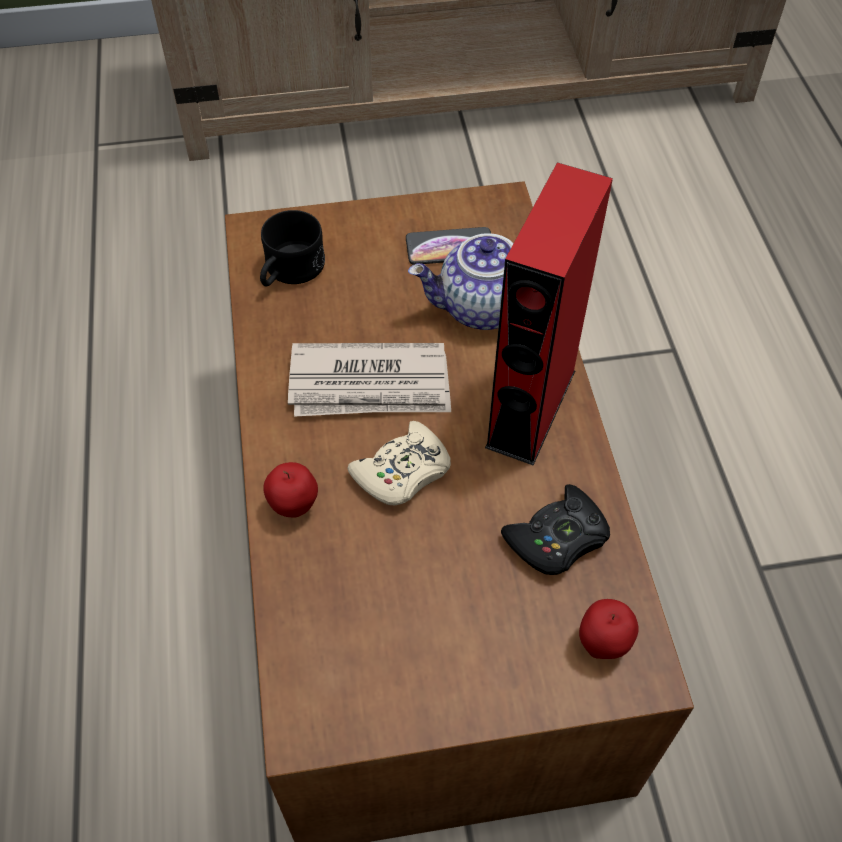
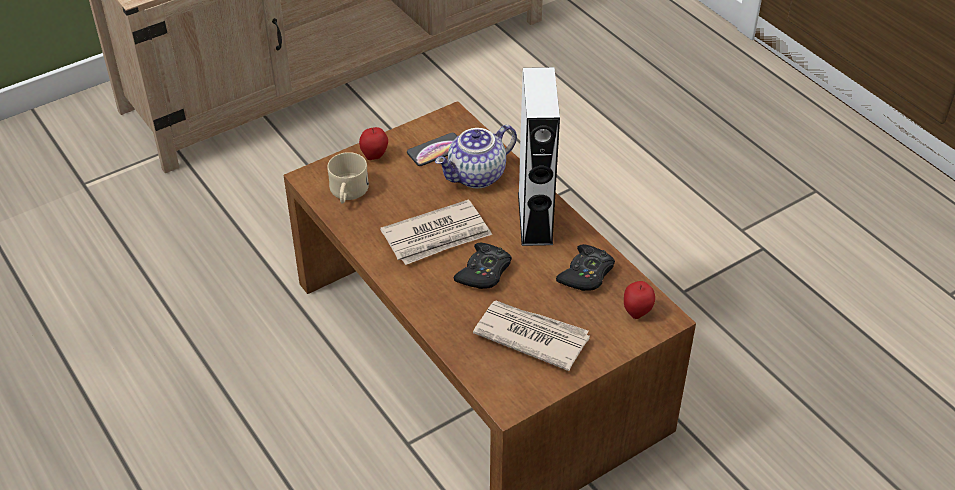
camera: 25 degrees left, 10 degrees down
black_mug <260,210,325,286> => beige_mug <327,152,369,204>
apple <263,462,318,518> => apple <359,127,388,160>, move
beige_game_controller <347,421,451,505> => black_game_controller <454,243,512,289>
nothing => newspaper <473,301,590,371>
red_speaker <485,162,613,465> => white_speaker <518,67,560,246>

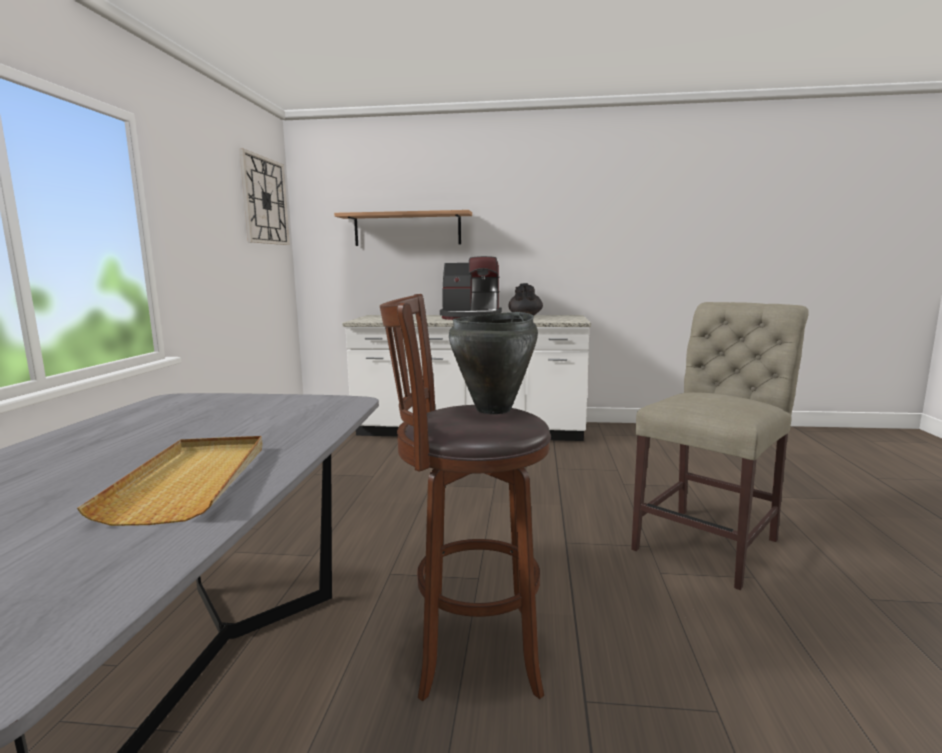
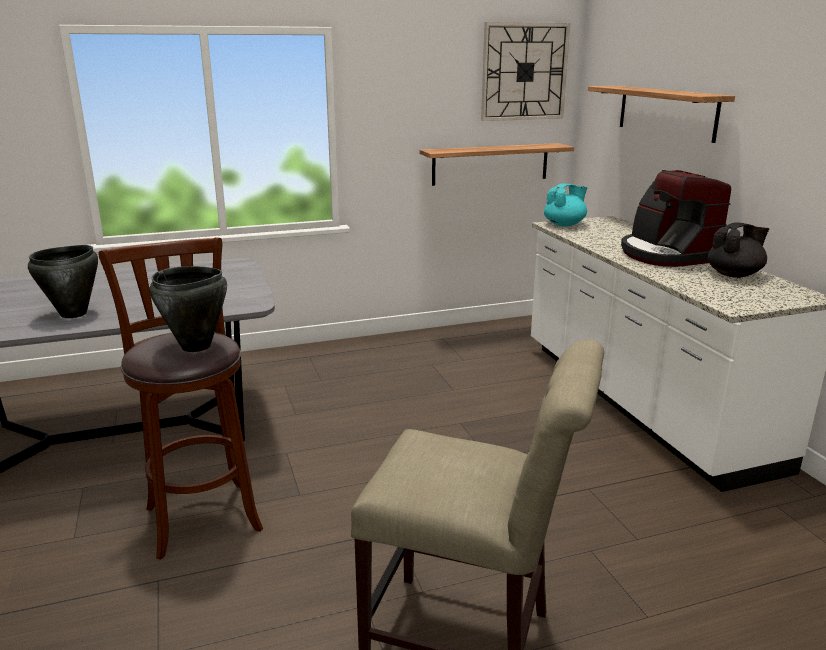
camera: 65 degrees right, 10 degrees up
beige_tray <77,436,262,526> => black_cooking_pot <28,245,98,318>
nothing => shelf <419,143,574,186>
nothing => turquoise_teapot <544,184,587,227>

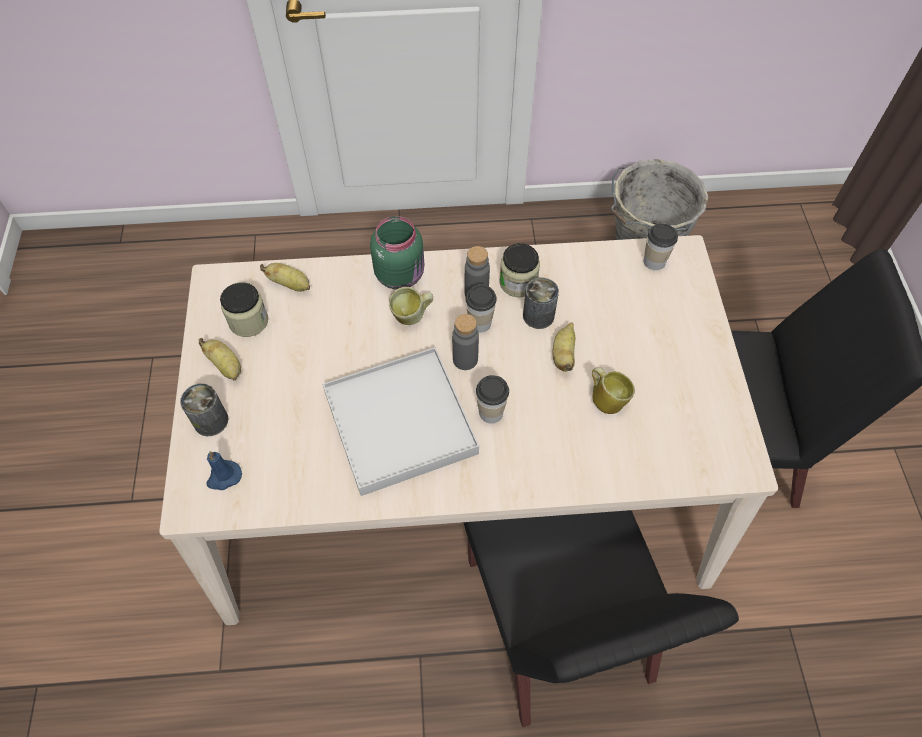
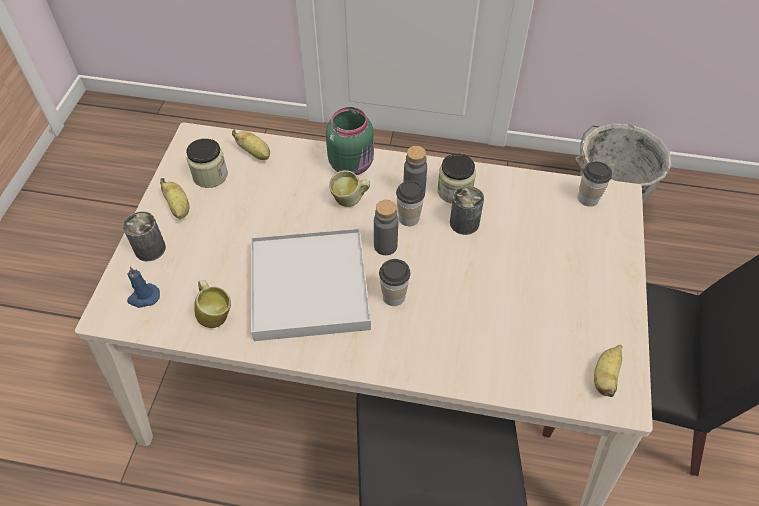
camera: 15 degrees right, 5 degrees down
mug <592,367,635,414> => mug <194,280,231,328>, move
banana <552,323,575,372> => banana <594,345,623,397>, move

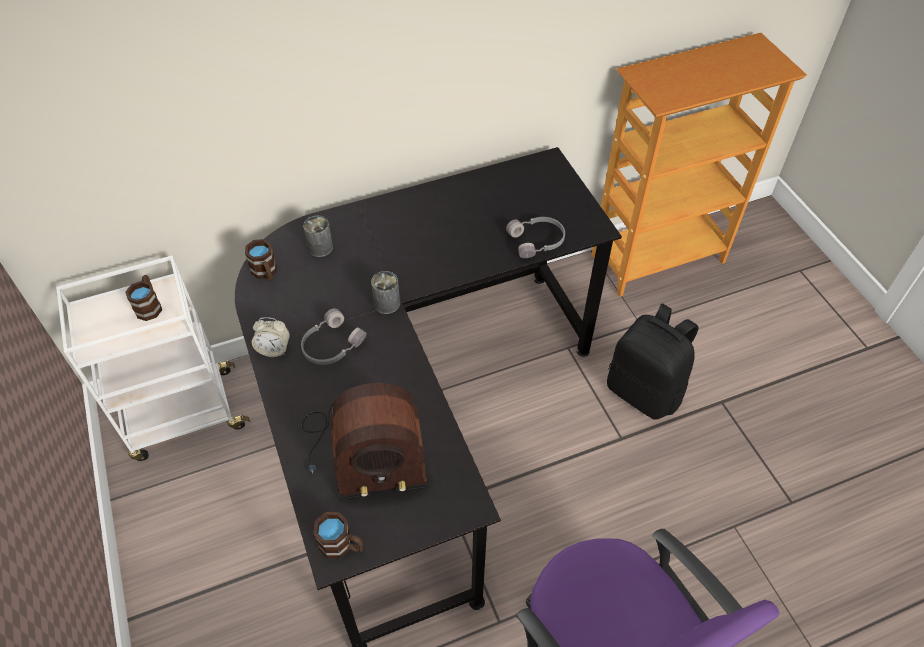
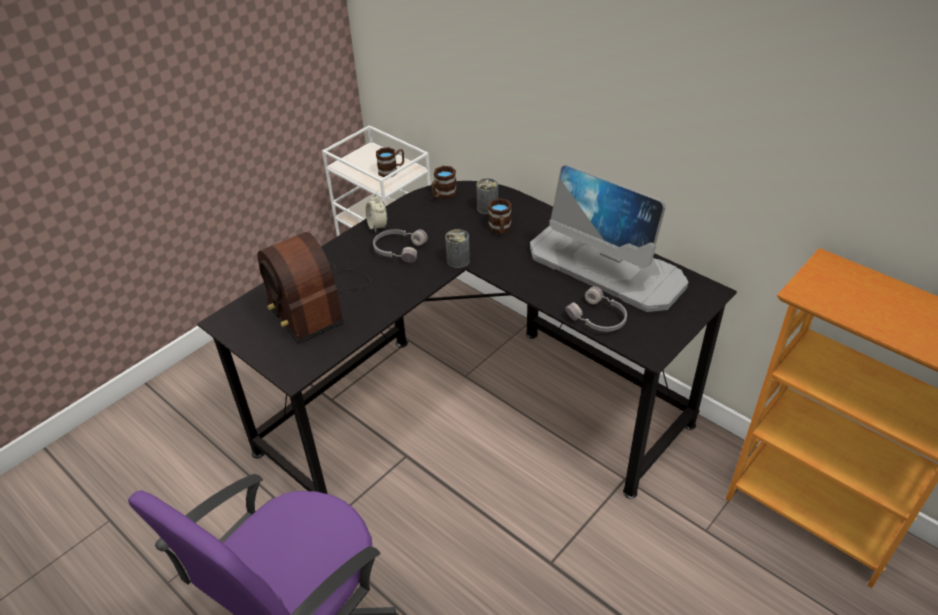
camera: 65 degrees right, 10 degrees down
brown_mug <313,512,363,558> => brown_mug <488,198,512,235>, move
nothing => monitor <530,164,688,312>
black_backpack <607,304,699,420> => nothing

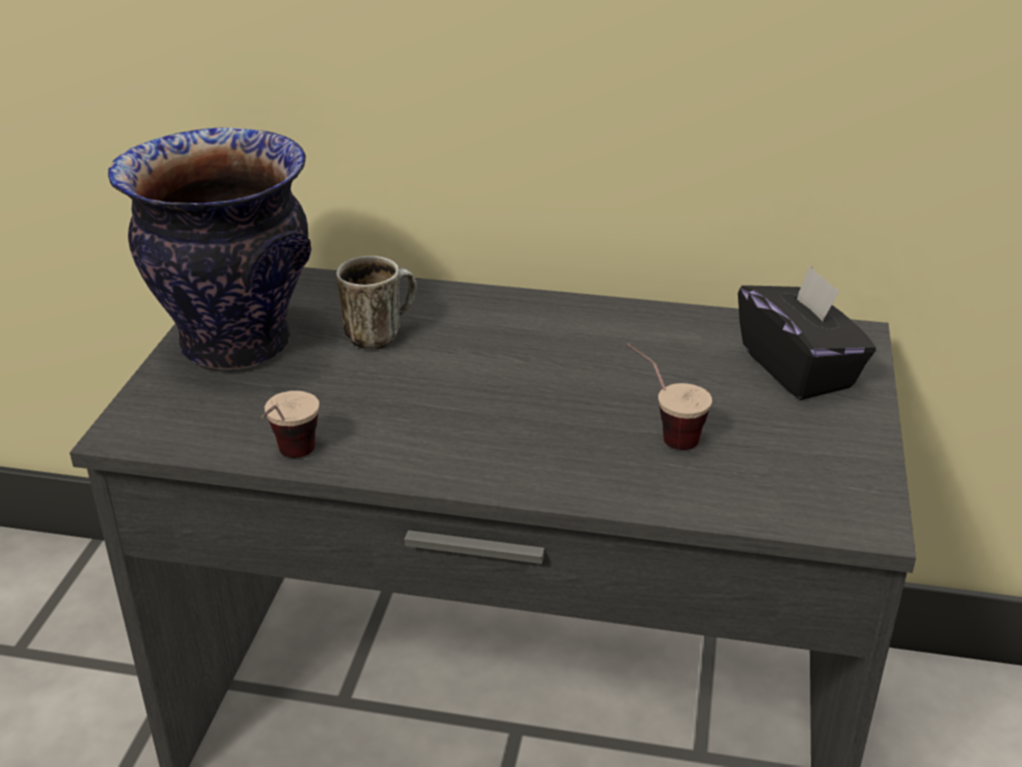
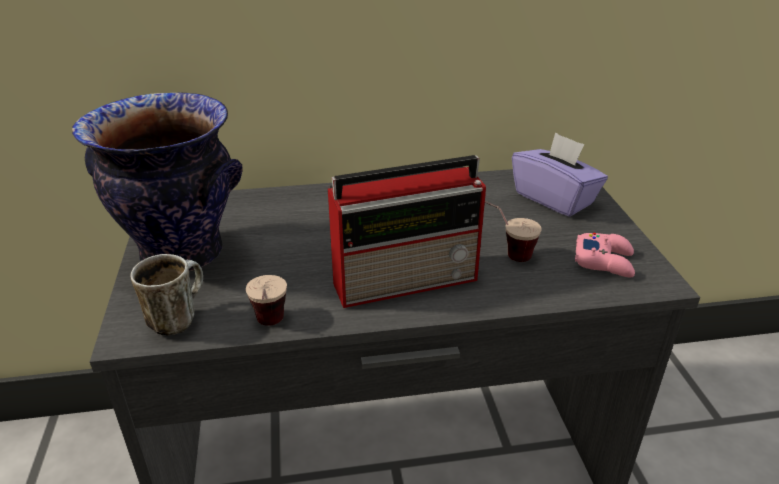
camera: 20 degrees left, 0 degrees up
mug <336,256,417,349> => mug <130,254,203,336>, move
nothing => radio <328,155,486,308>
black_tissue_box <738,265,876,400> => purple_tissue_box <512,132,608,217>
nothing => pink_game_controller <575,233,635,277>

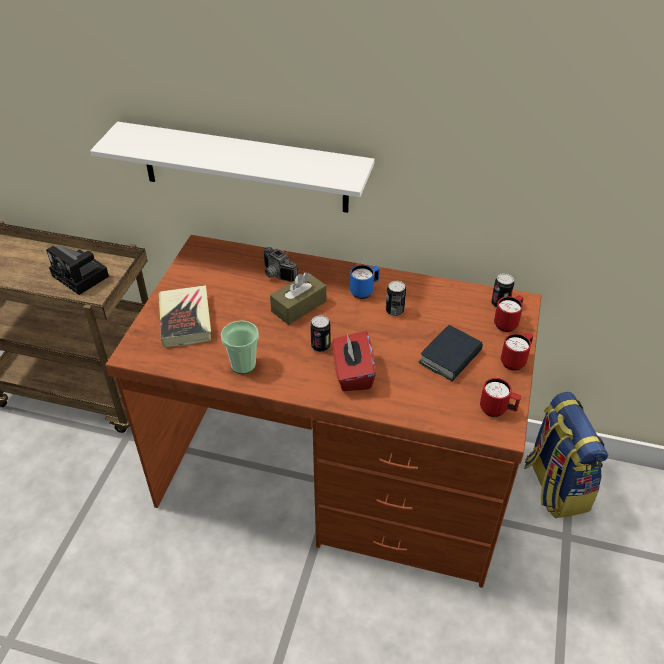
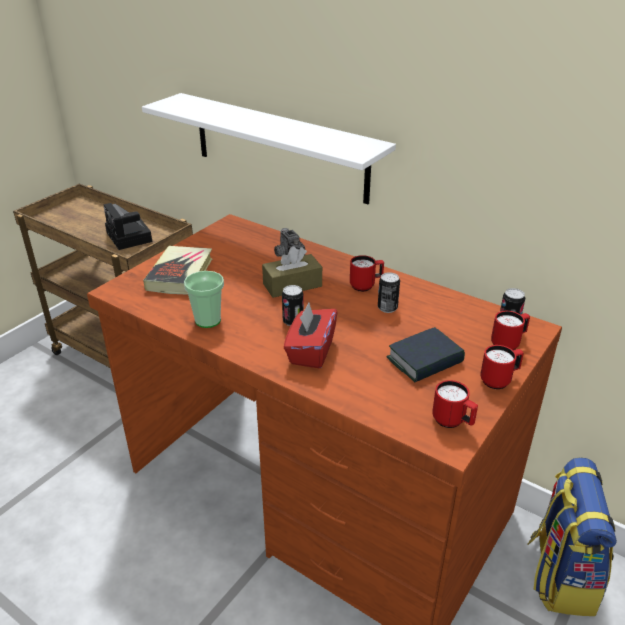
camera: 20 degrees right, 10 degrees down
blue_mug <350,265,380,299> => red_mug <350,255,384,292>

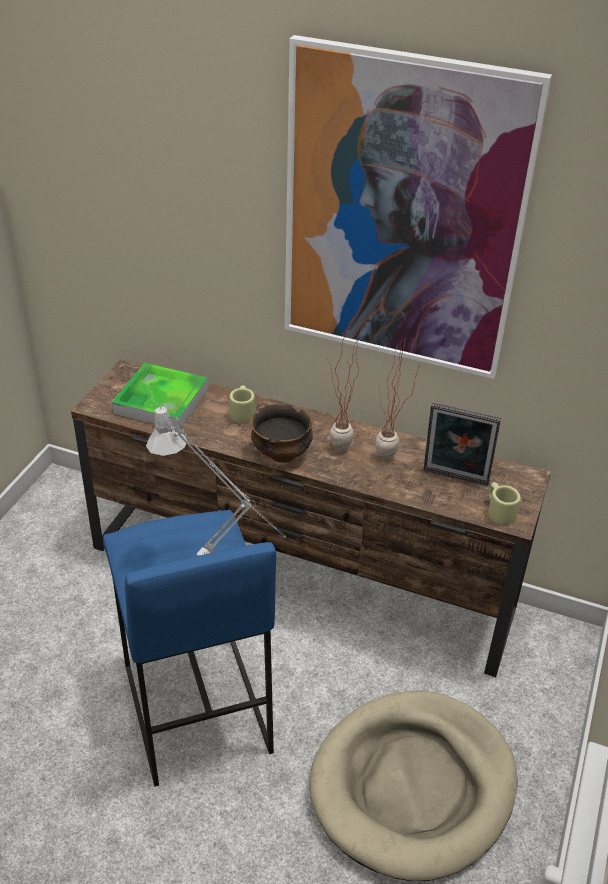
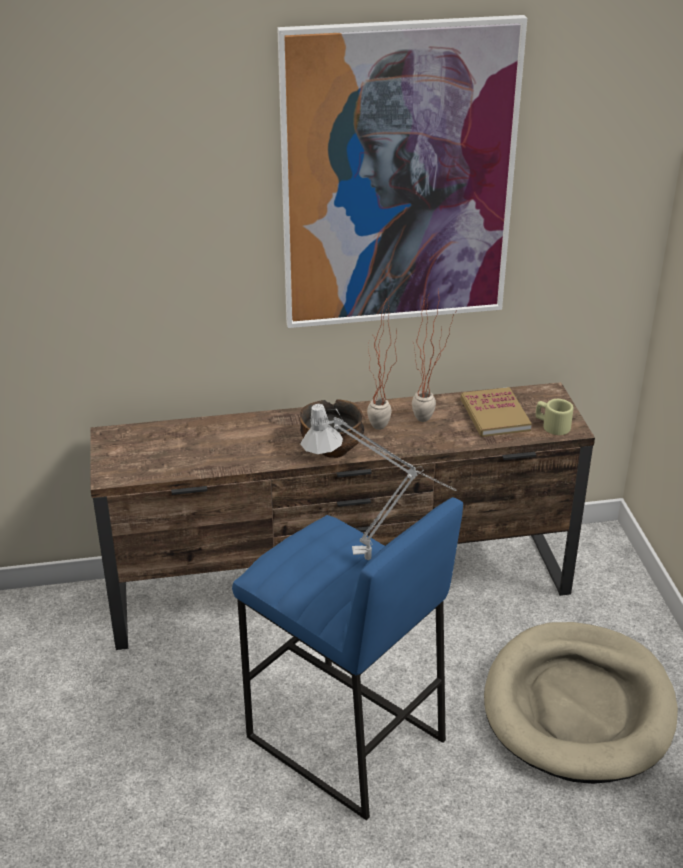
camera: 30 degrees left, 5 degrees down
picture_frame <423,403,501,486> => book <461,387,532,437>
tray <112,363,209,427> => nothing
beige_mug <230,385,255,423> => nothing

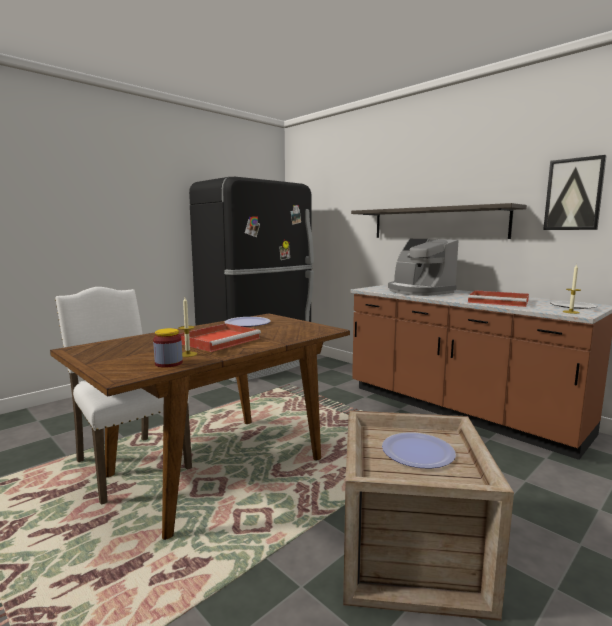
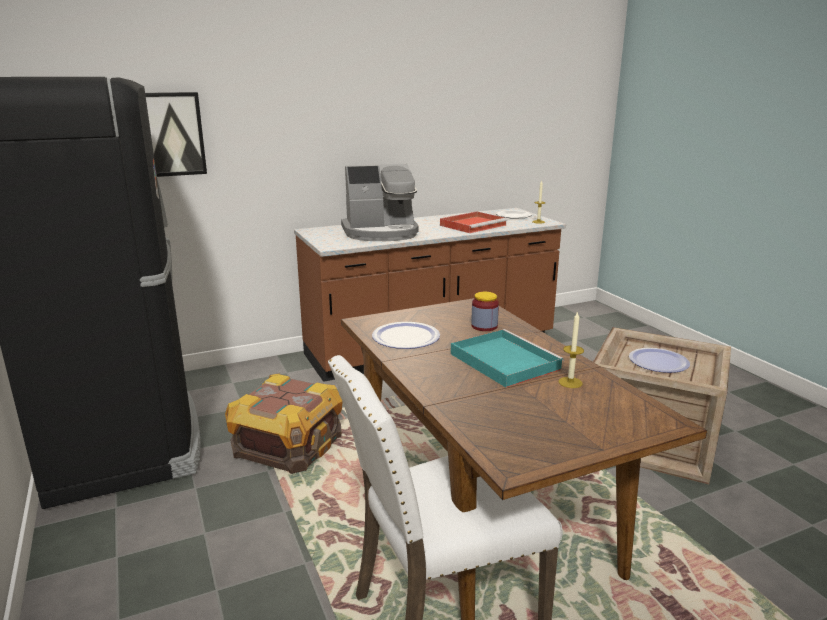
camera: 70 degrees left, 10 degrees up
picture <543,155,607,230> => picture <145,92,207,177>, move
nothing => crate <225,374,343,474>
red_tray <179,323,261,352> => turquoise_tray <451,329,564,388>
jar <153,328,183,368> => jar <471,292,499,331>, move
shelf <351,203,527,239> => nothing

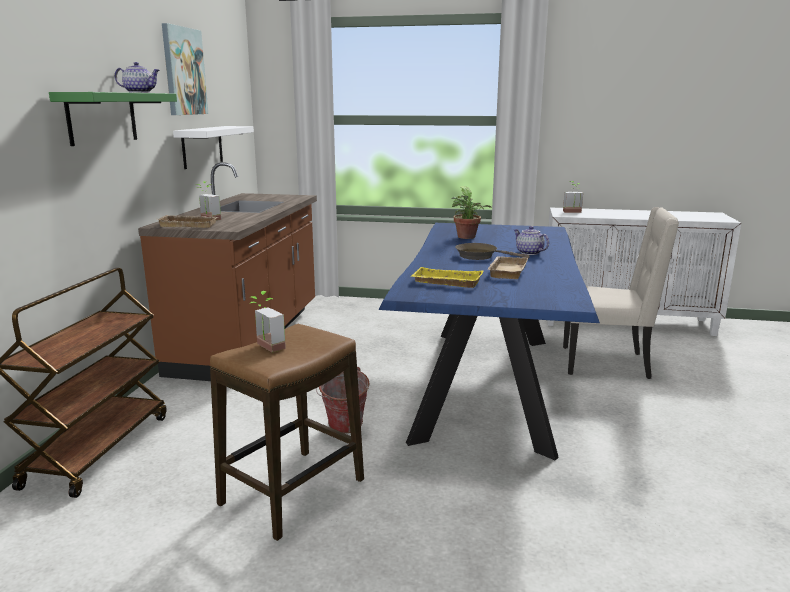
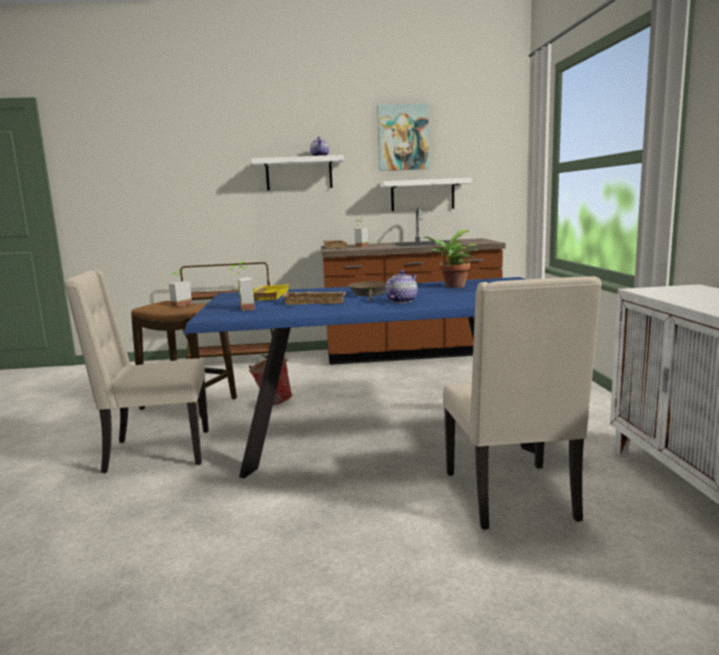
camera: 75 degrees right, 5 degrees down
nothing => beige_chair <65,270,209,473>
potted_plant <563,181,583,213> => potted_plant <229,262,255,311>, move
green_shelf <49,92,177,146> => white_shelf <251,155,344,191>

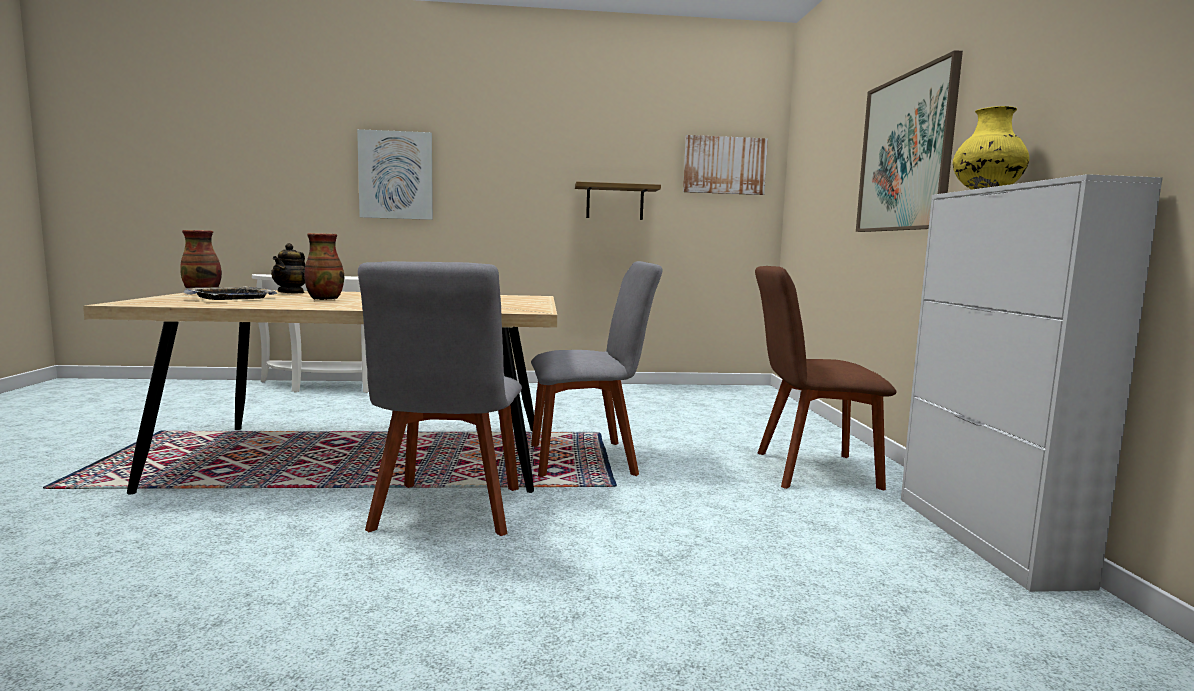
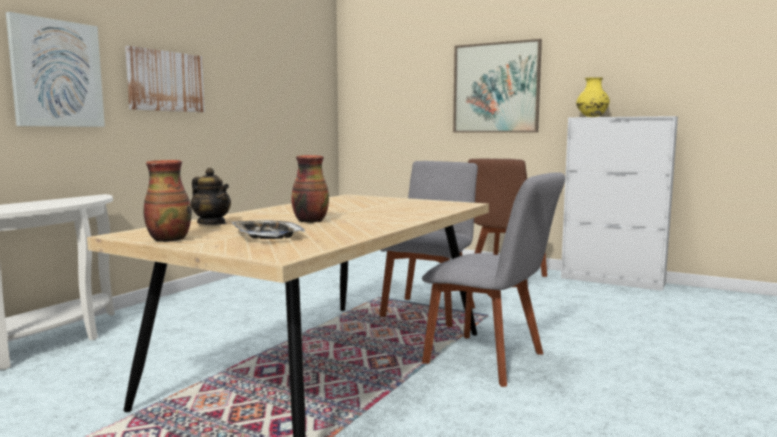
camera: 55 degrees left, 0 degrees up
picture <683,135,768,195> => picture <125,46,205,112>, move
shelf <575,182,661,220> => nothing

